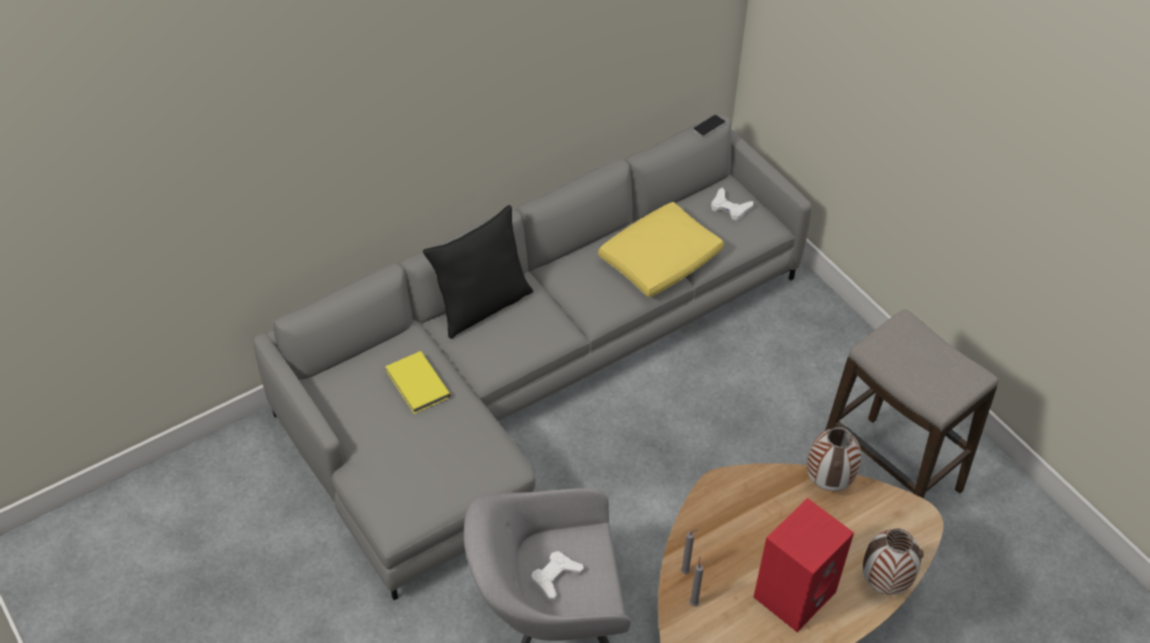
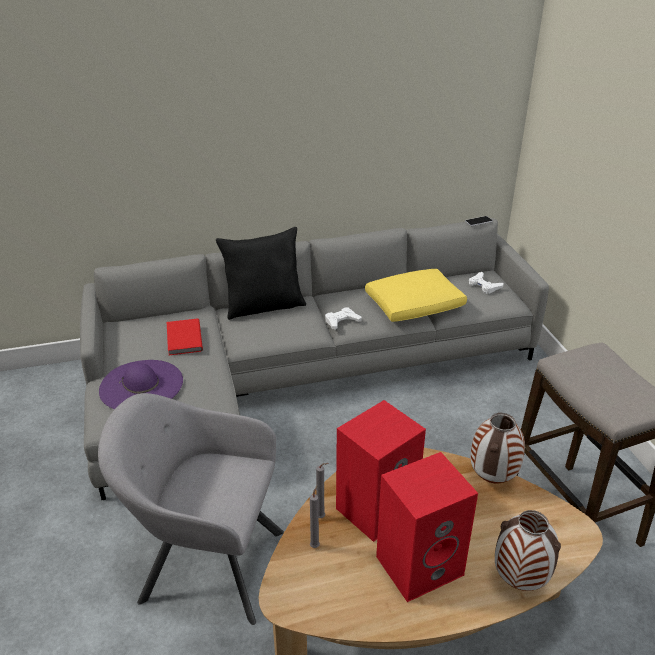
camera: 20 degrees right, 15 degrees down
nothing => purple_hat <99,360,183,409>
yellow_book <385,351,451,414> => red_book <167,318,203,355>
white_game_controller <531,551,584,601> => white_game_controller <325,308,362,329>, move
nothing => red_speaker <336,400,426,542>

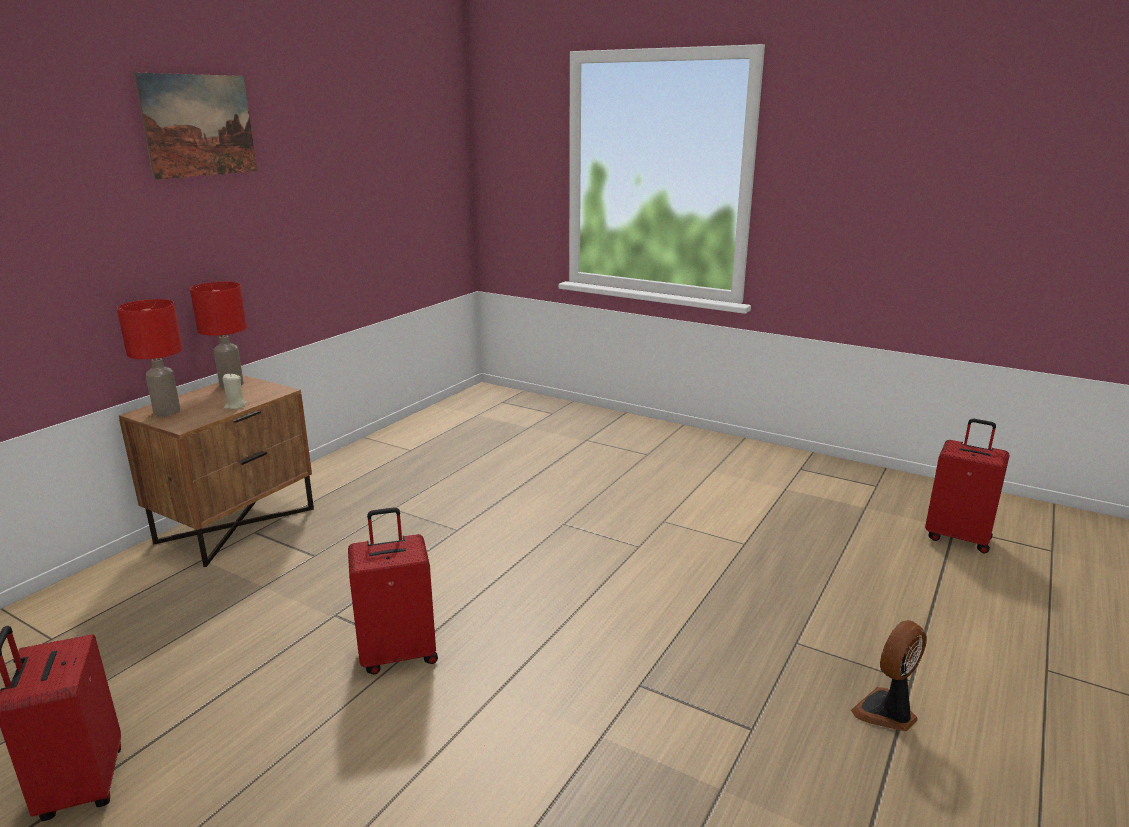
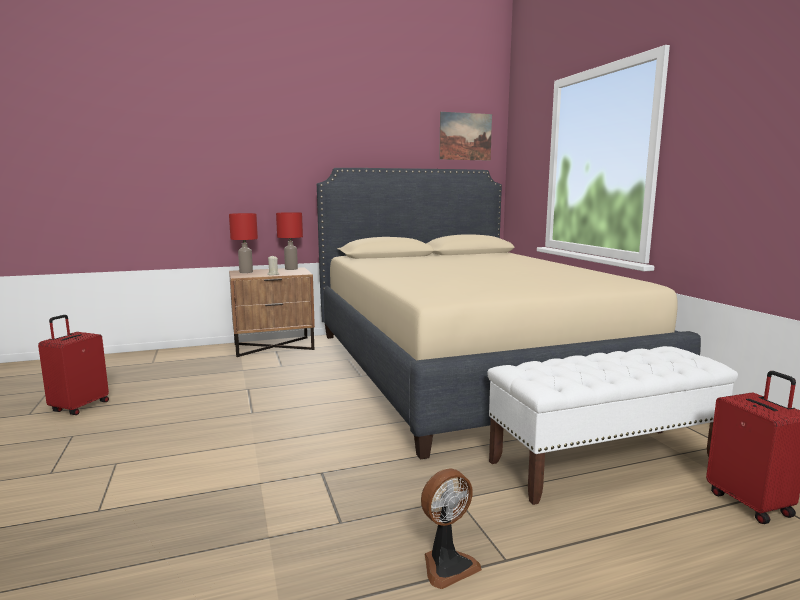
camera: 40 degrees right, 10 degrees down
nothing => beige_bed <317,168,701,460>
fan <851,620,927,731> => fan <421,469,482,589>, 150 degrees clockwise
picture <134,72,257,180> => picture <439,112,492,161>, move
nothing => white_bench <487,346,738,505>
red_suitcase <348,507,438,675> => nothing

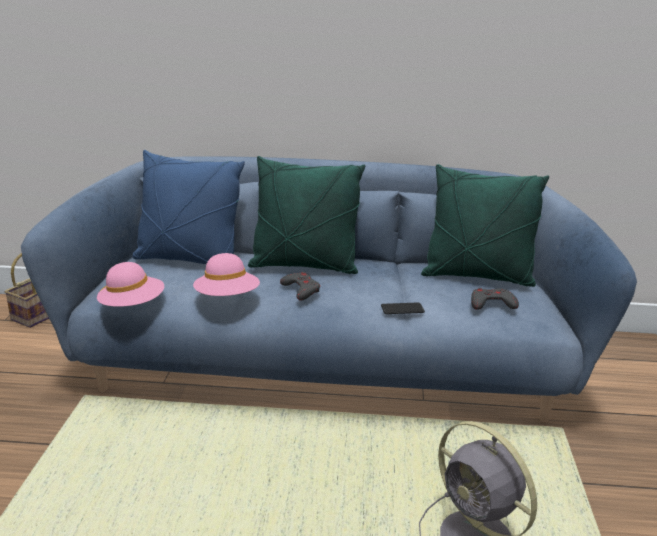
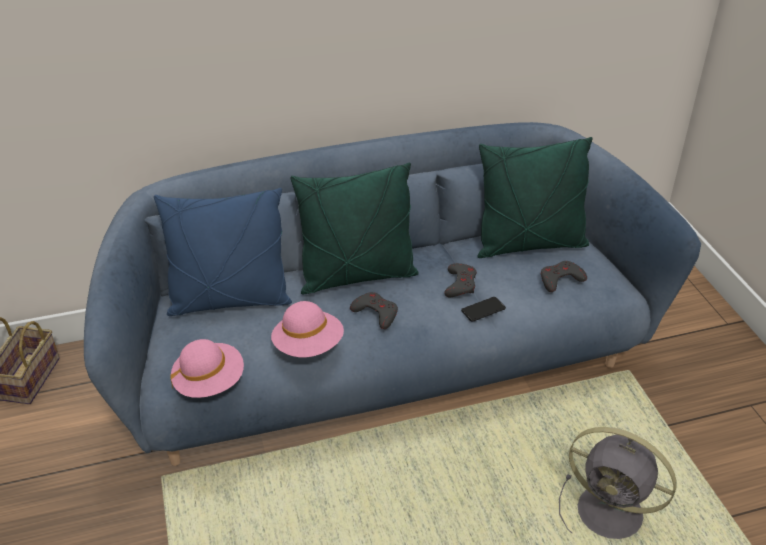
camera: 20 degrees left, 15 degrees up
nothing => grey_game_controller <444,263,477,297>

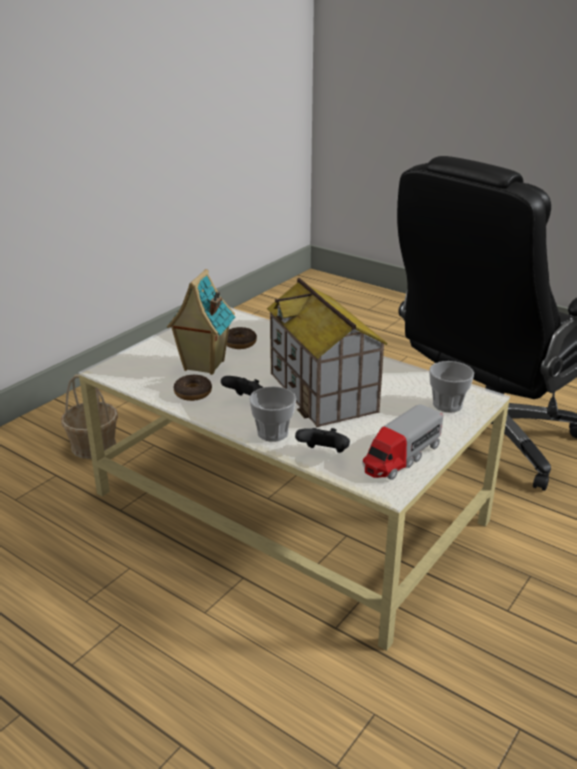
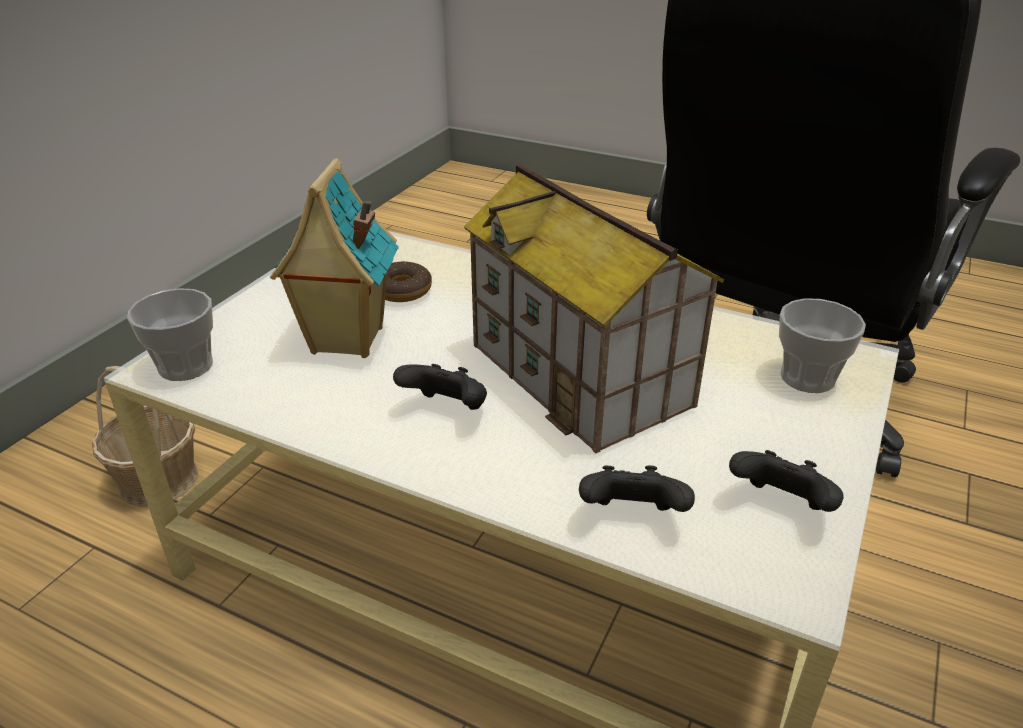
camera: 10 degrees left, 5 degrees up
cup <249,386,296,442> => cup <127,288,213,381>, move
toy_truck <363,404,443,480> => black_game_controller <729,450,844,512>
donut <174,374,212,401> => nothing

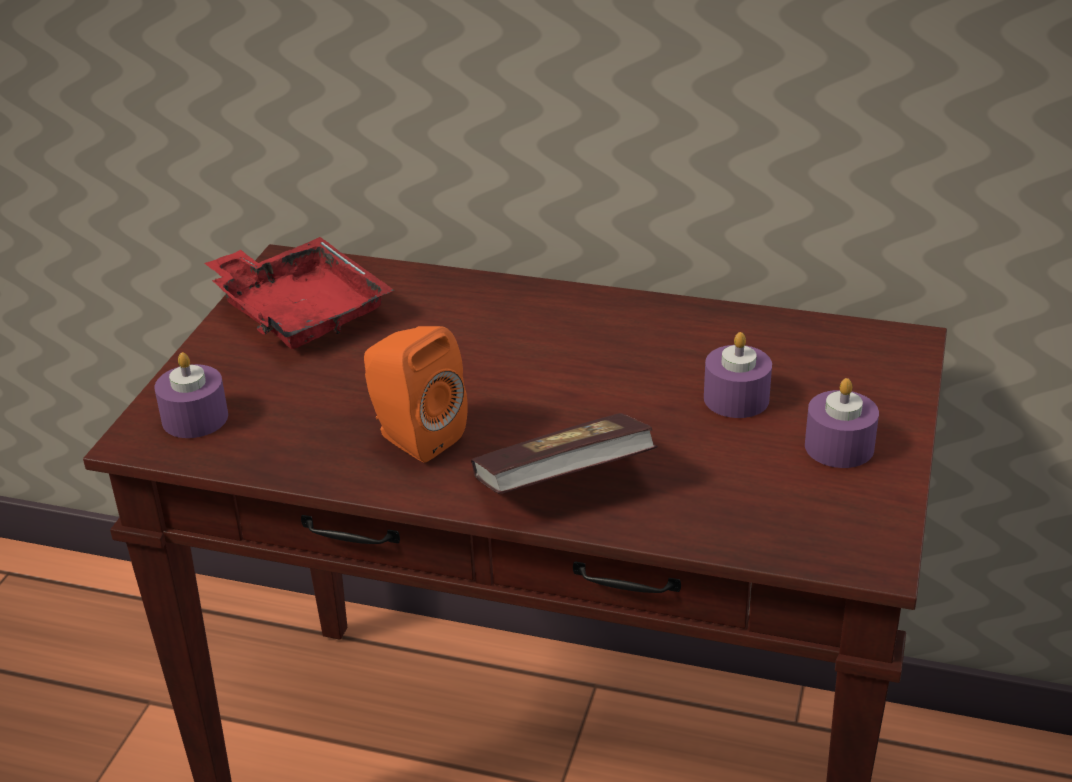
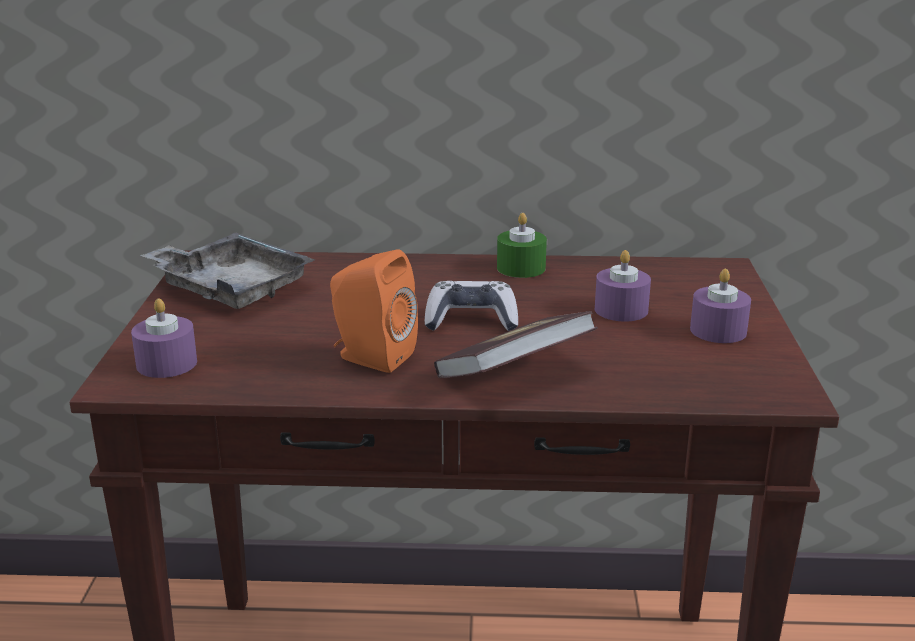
camera: 15 degrees left, 10 degrees down
red_tray <205,237,394,349> => grey_tray <140,233,315,309>
nothing => game_controller <425,281,518,331>
nothing => green_candle <497,213,547,278>

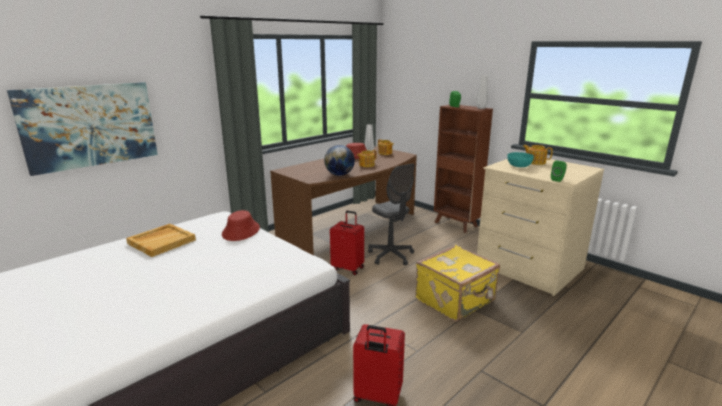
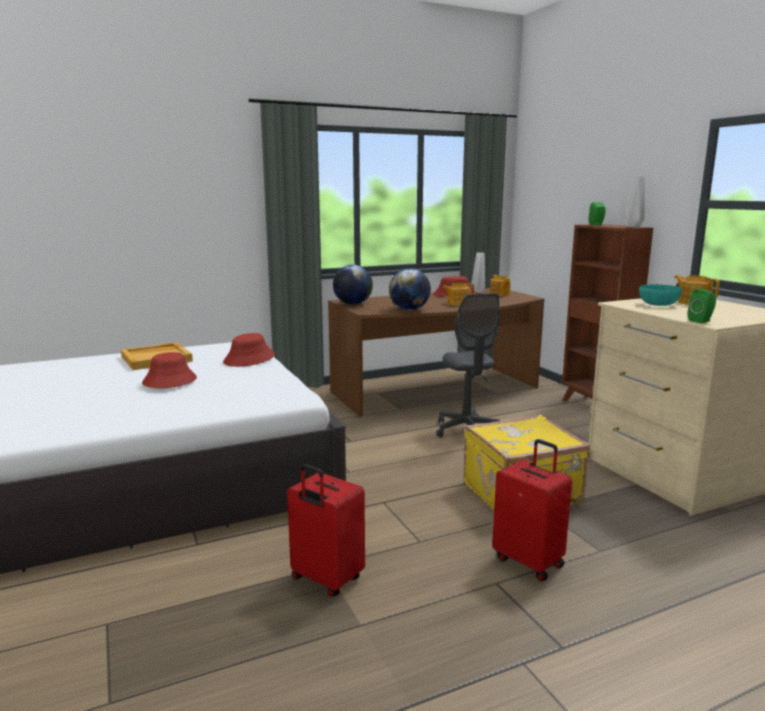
camera: 20 degrees right, 5 degrees down
nothing => red_hat <142,352,197,388>
nothing => globe <333,265,373,305>
red_suitcase <330,211,364,275> => red_suitcase <492,439,572,581>, move
picture <7,82,158,176> => nothing

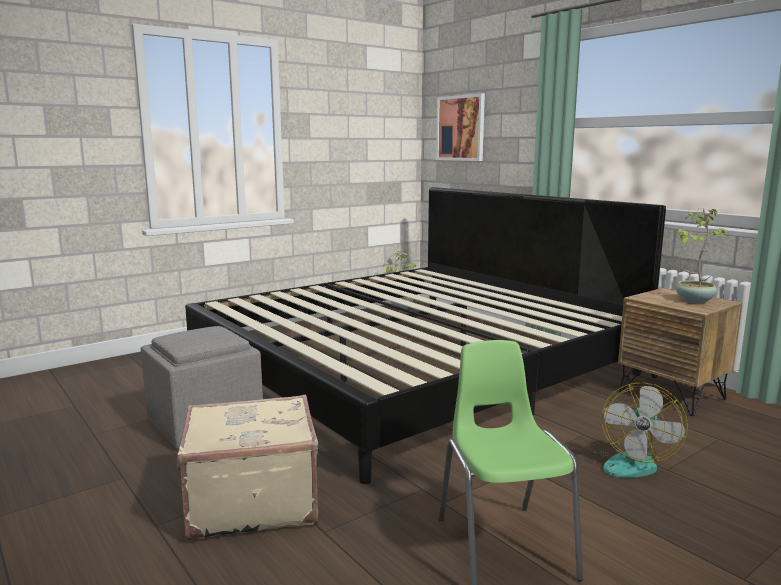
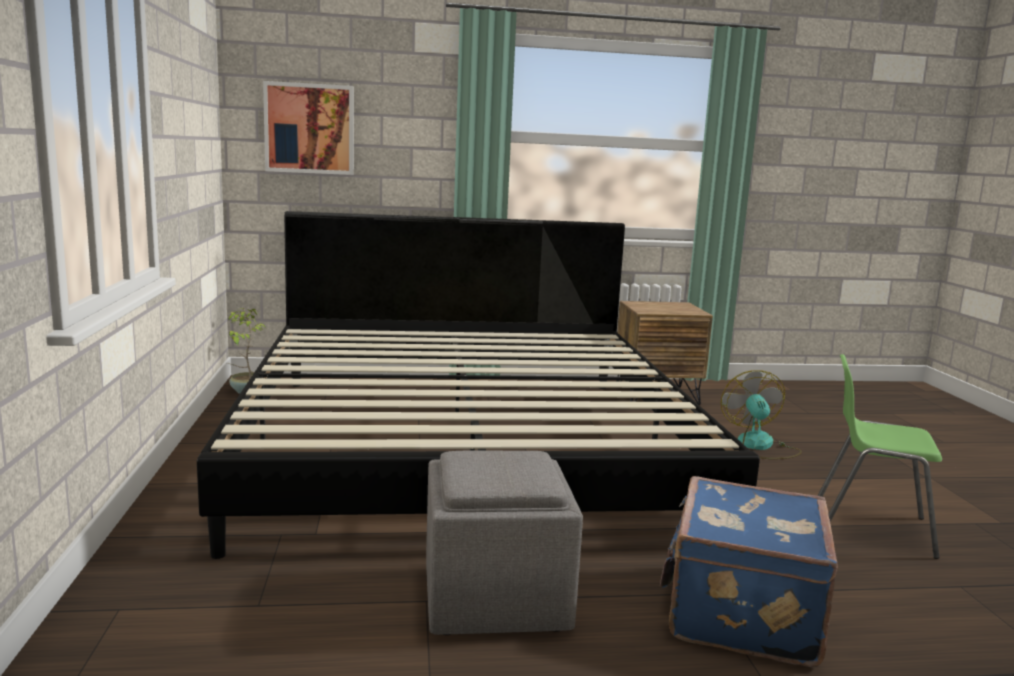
camera: 60 degrees left, 0 degrees up
beige_suitcase <177,395,318,541> => blue_suitcase <660,476,838,667>
fan <588,382,688,478> => fan <721,370,802,459>, 150 degrees counterclockwise
potted_plant <676,208,728,304> => nothing

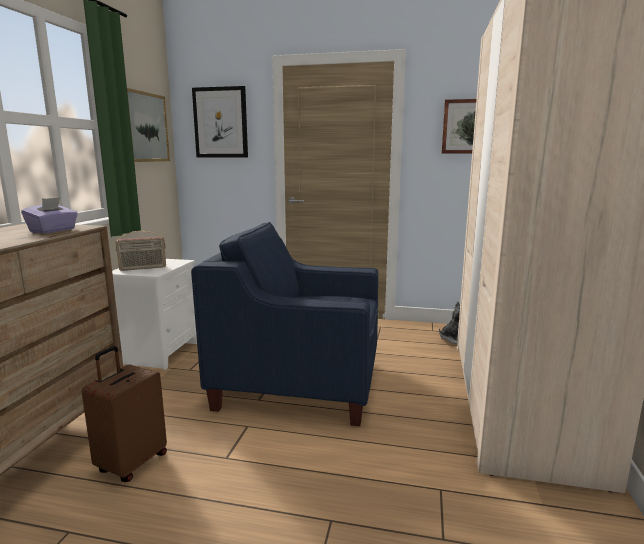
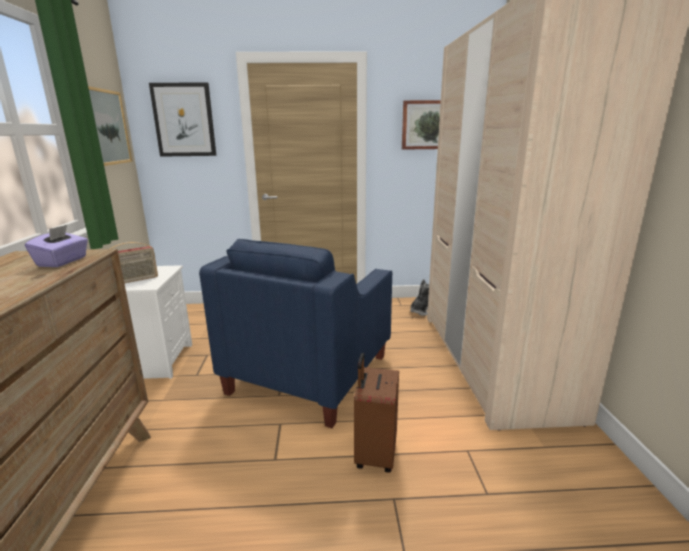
camera: 15 degrees left, 5 degrees up
blue_armchair <191,222,378,426> => blue_armchair <199,239,392,428>, 60 degrees counterclockwise
brown_suitcase <82,346,167,482> => brown_suitcase <354,353,399,473>, move

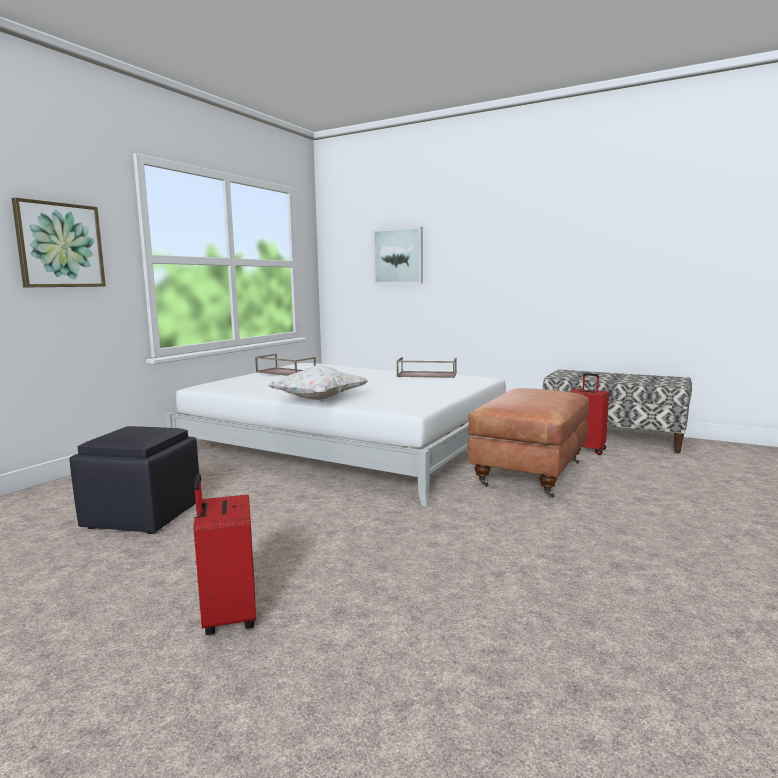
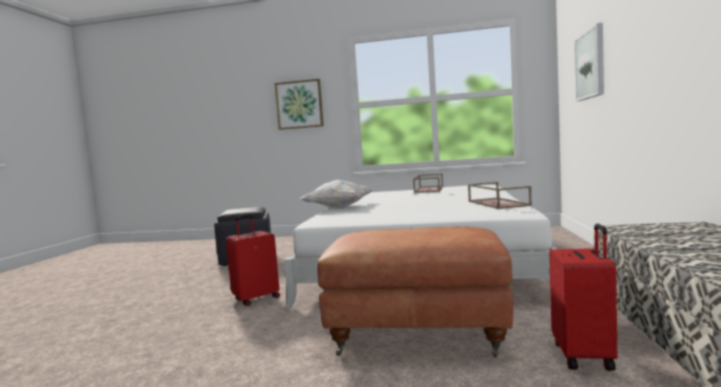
camera: 70 degrees right, 5 degrees down
red_suitcase <194,474,256,635> => red_suitcase <226,214,280,306>, move

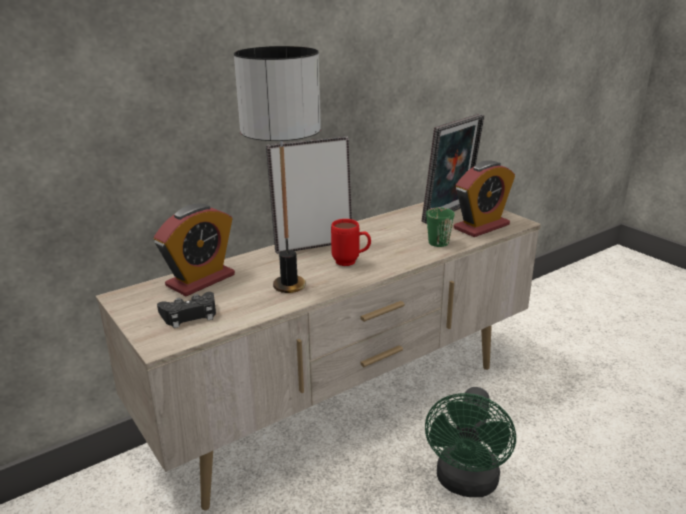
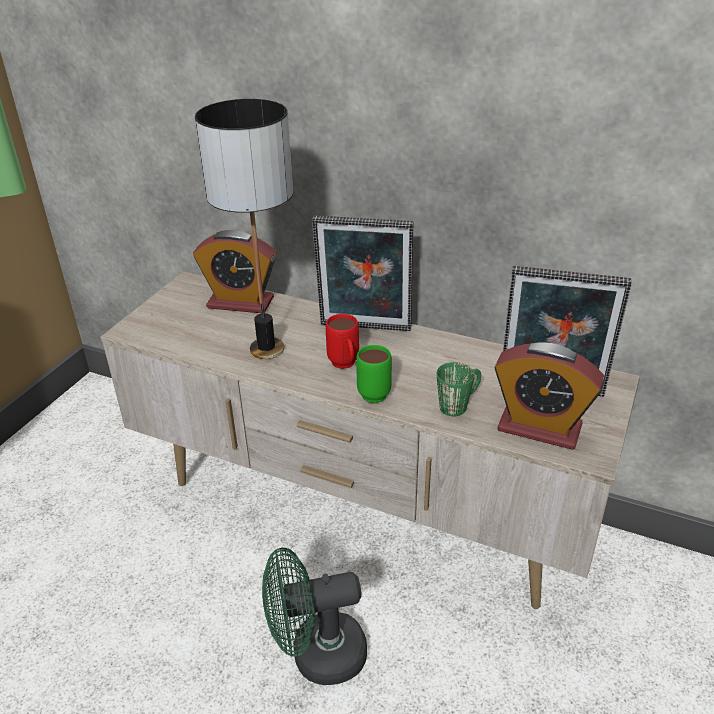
camera: 60 degrees right, 10 degrees up
picture_frame <266,136,352,254> => picture_frame <312,216,413,331>, 150 degrees clockwise
nothing => green_mug <356,345,392,403>
black_game_controller <157,292,216,328> => nothing

